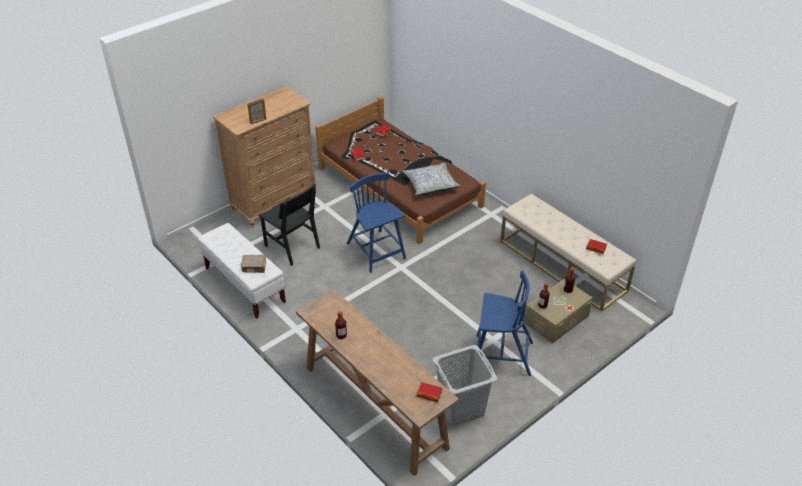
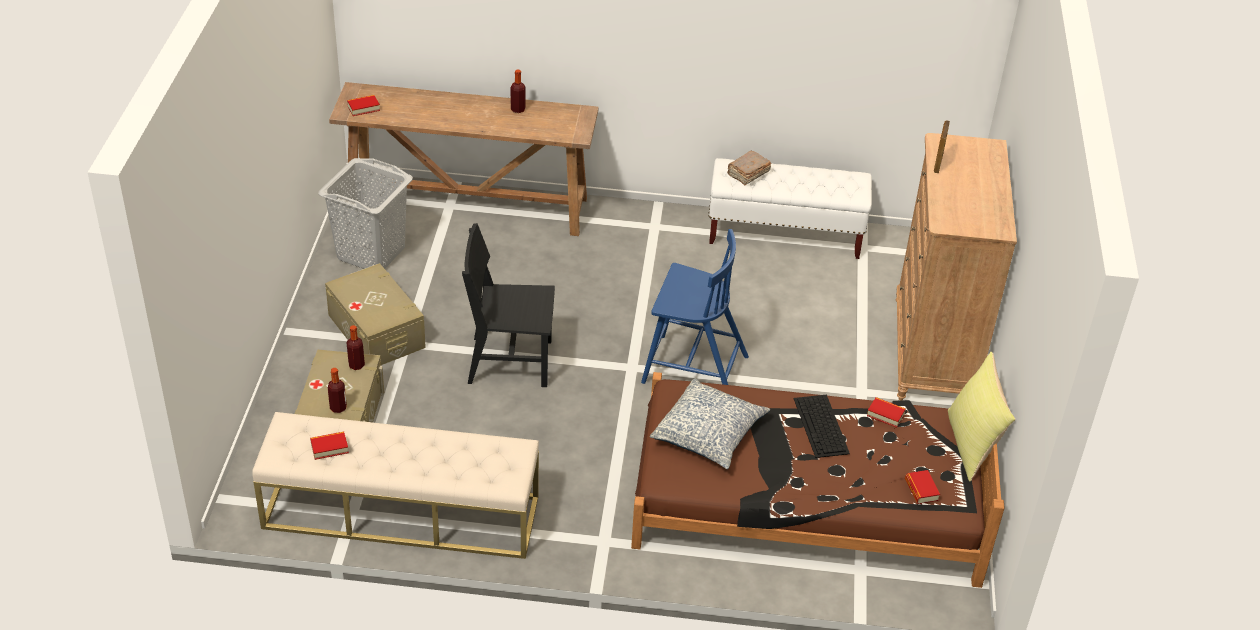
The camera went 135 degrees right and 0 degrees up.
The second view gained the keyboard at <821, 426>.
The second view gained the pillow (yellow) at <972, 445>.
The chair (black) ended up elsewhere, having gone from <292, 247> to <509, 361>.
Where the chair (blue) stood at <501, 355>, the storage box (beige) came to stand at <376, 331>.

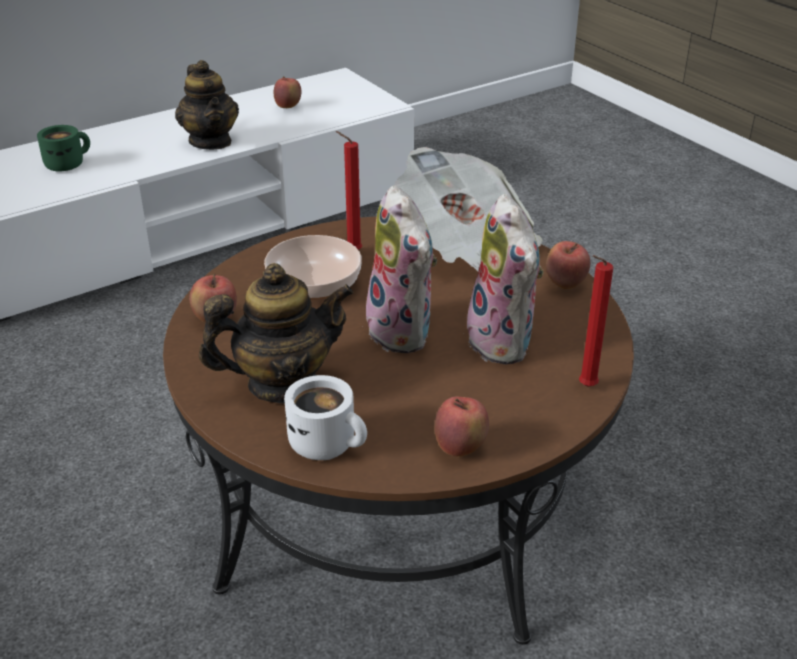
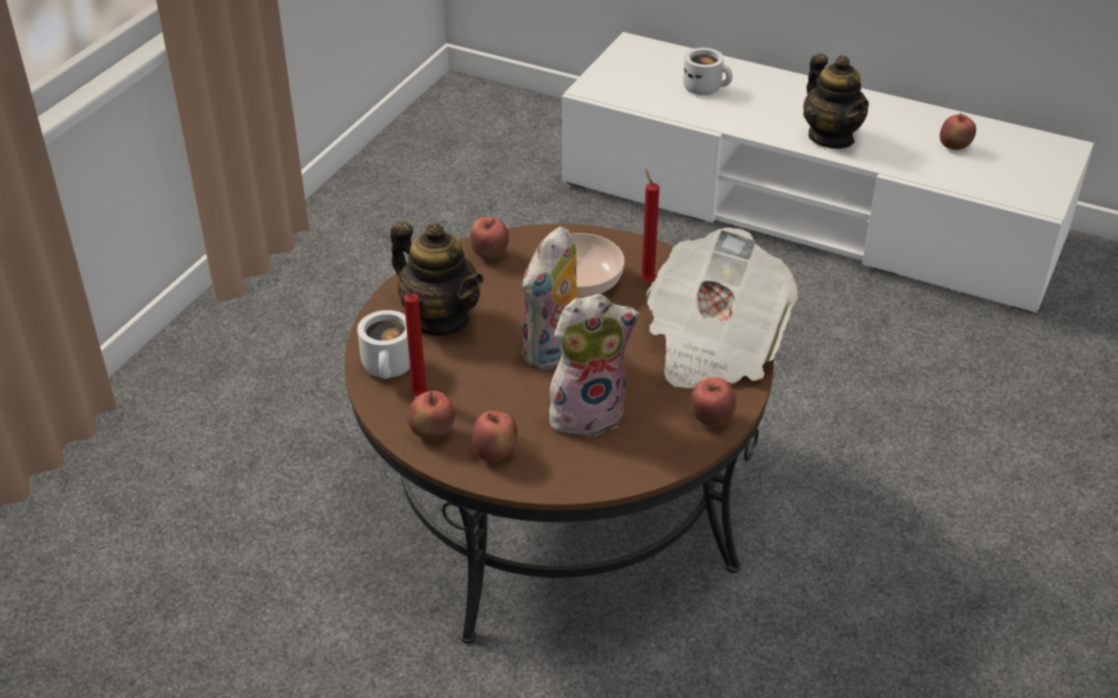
The camera went 60 degrees right and 5 degrees up.
The second view gained the apple at <495, 454>.
The candle (red) ended up elsewhere, having gone from <585, 387> to <417, 394>.
What was the mug (green) at <67, 164> turned into the mug (white) at <706, 88>.
The teapot at <211, 141> ended up facing another way, 60 degrees counterclockwise from before.
The plush toy at <505, 343> ended up facing another way, 150 degrees counterclockwise from before.

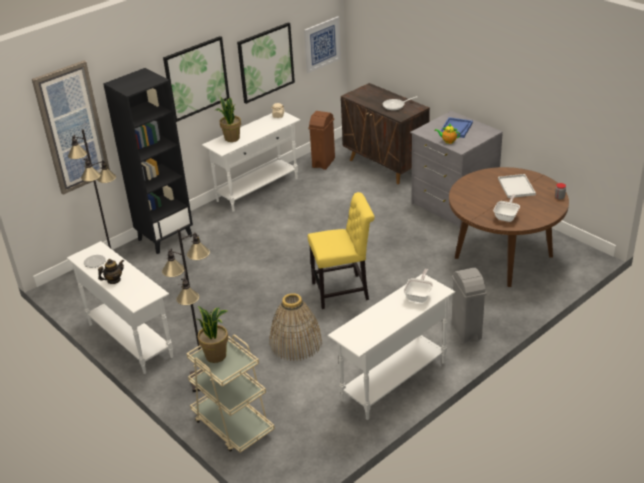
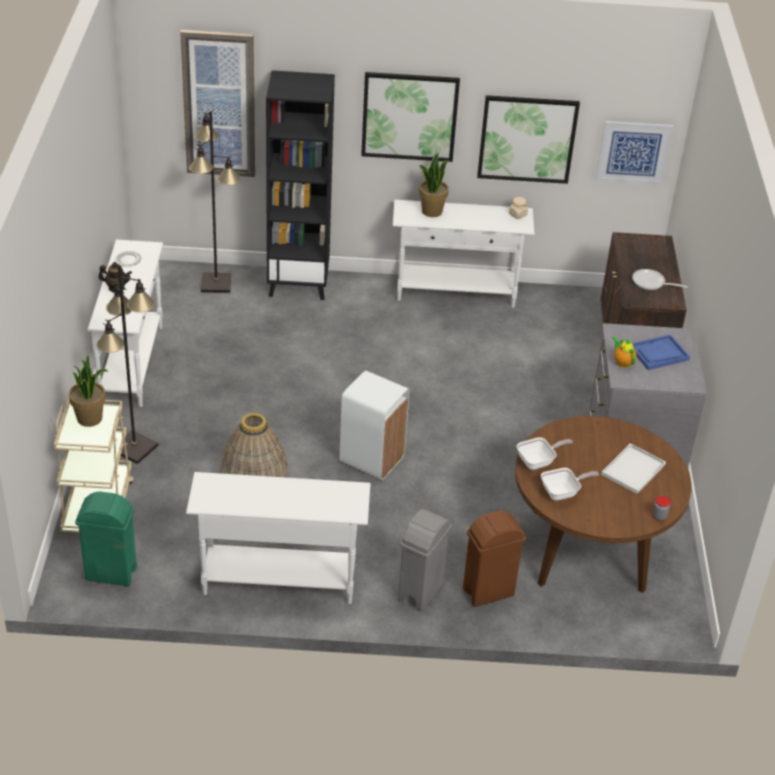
The camera went 40 degrees right and 5 degrees up.
The second view gained the trash can (green) at <111, 574>.
The trash can (brown) ended up elsewhere, having gone from <324, 162> to <489, 592>.
The frying pan ended up elsewhere, having gone from <419, 295> to <538, 462>.
Where the chair (yellow) stood at <343, 291>, the trash can (white) came to stand at <372, 459>.

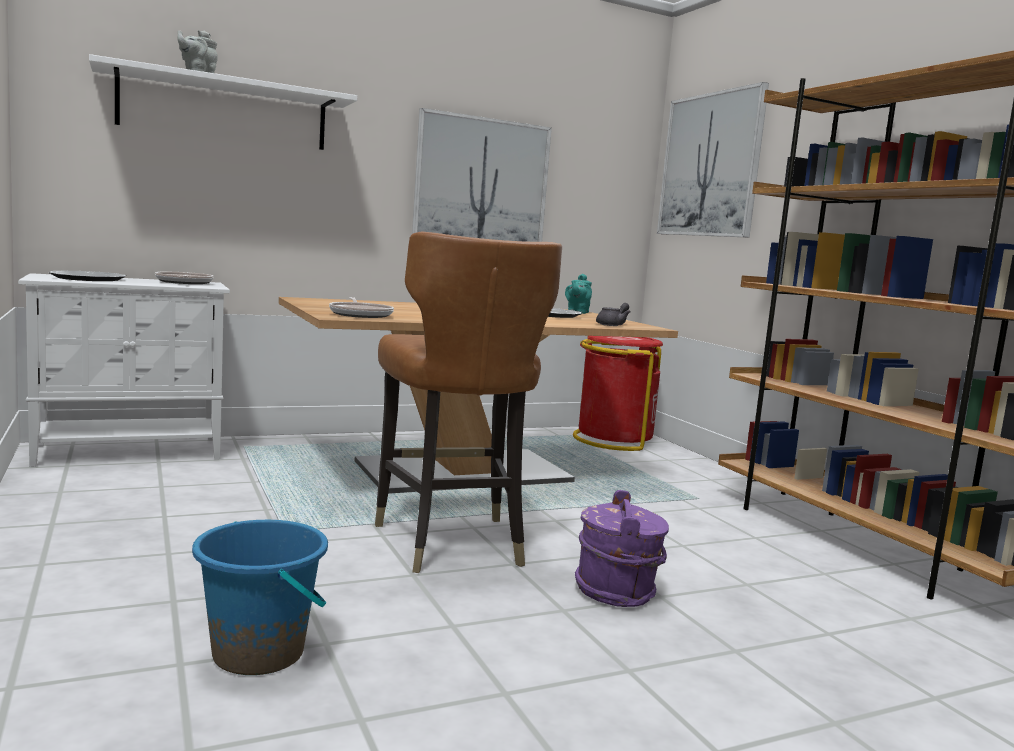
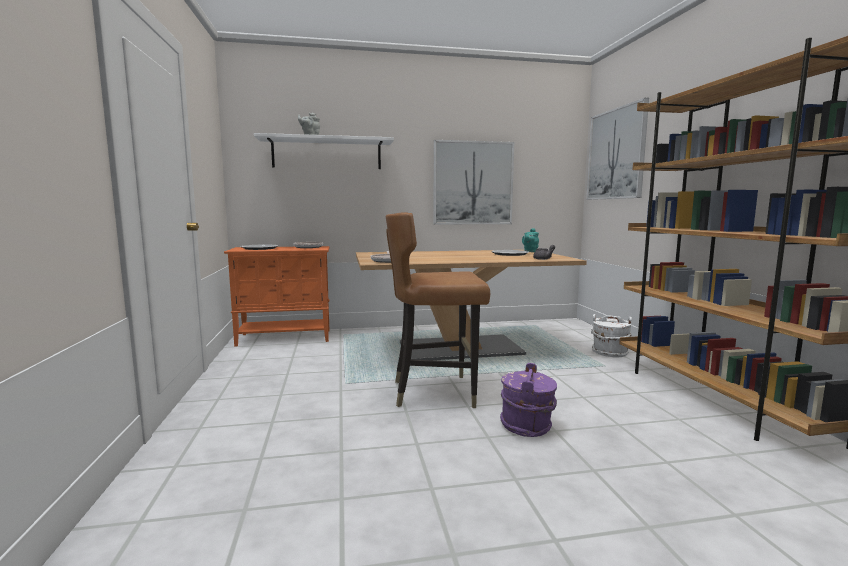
The camera went 15 degrees right and 0 degrees up.
The second view lost the bucket (blue) at <259, 653>.
The second view lost the trash can (red) at <613, 440>.
The second view gained the bucket (white) at <609, 352>.
What was the cabinet (white) at <131, 452> turned into the cabinet (orange) at <285, 338>.
The chair (brown) at <450, 542> ended up facing another way, 90 degrees clockwise from before.

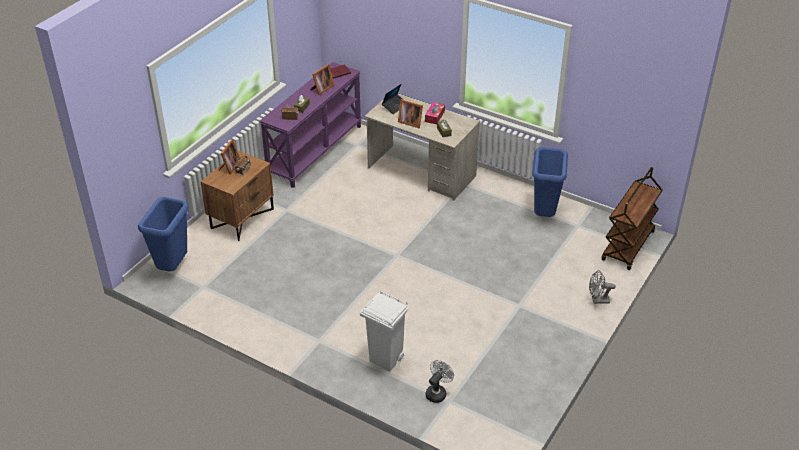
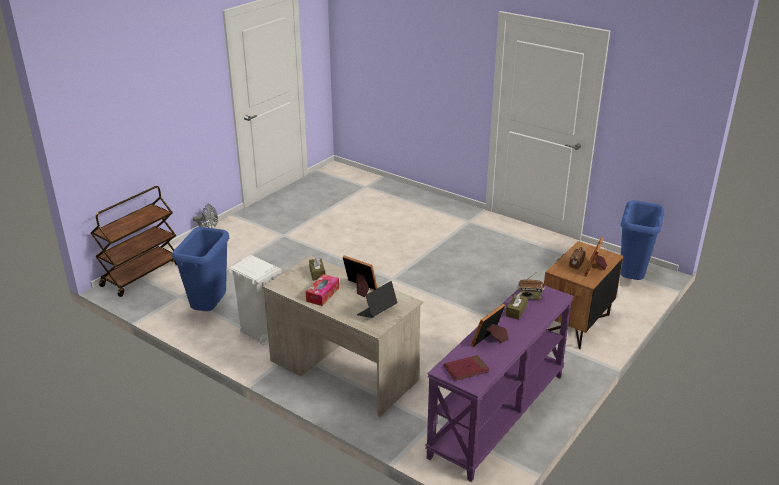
The camera went 175 degrees left and 10 degrees down.
The second view lost the fan (white) at <437, 392>.
The trash can (white) ended up elsewhere, having gone from <386, 360> to <260, 334>.

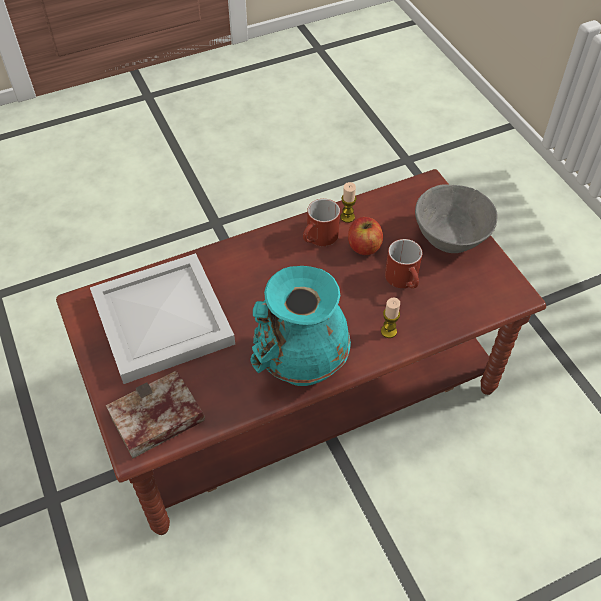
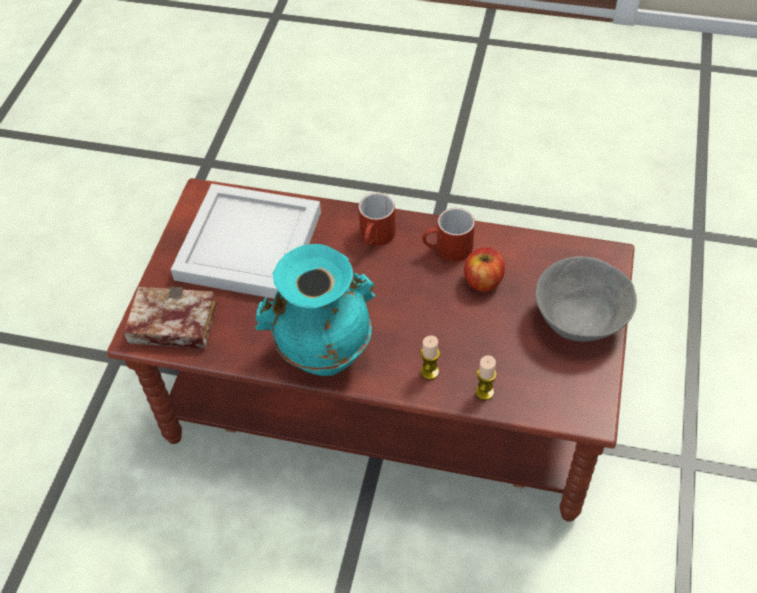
The camera went 40 degrees right and 0 degrees up.
The candle ended up elsewhere, having gone from <347, 217> to <484, 392>.
The mug (red) ended up elsewhere, having gone from <405, 280> to <376, 238>.

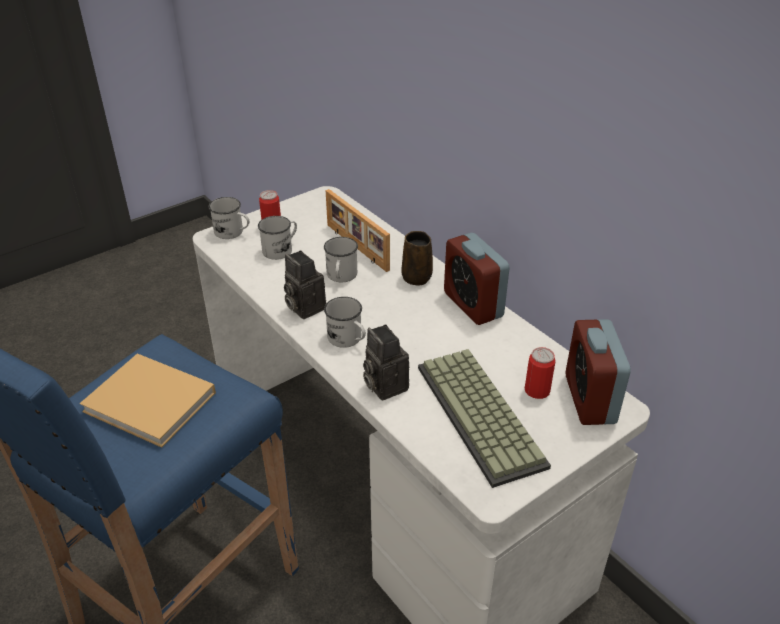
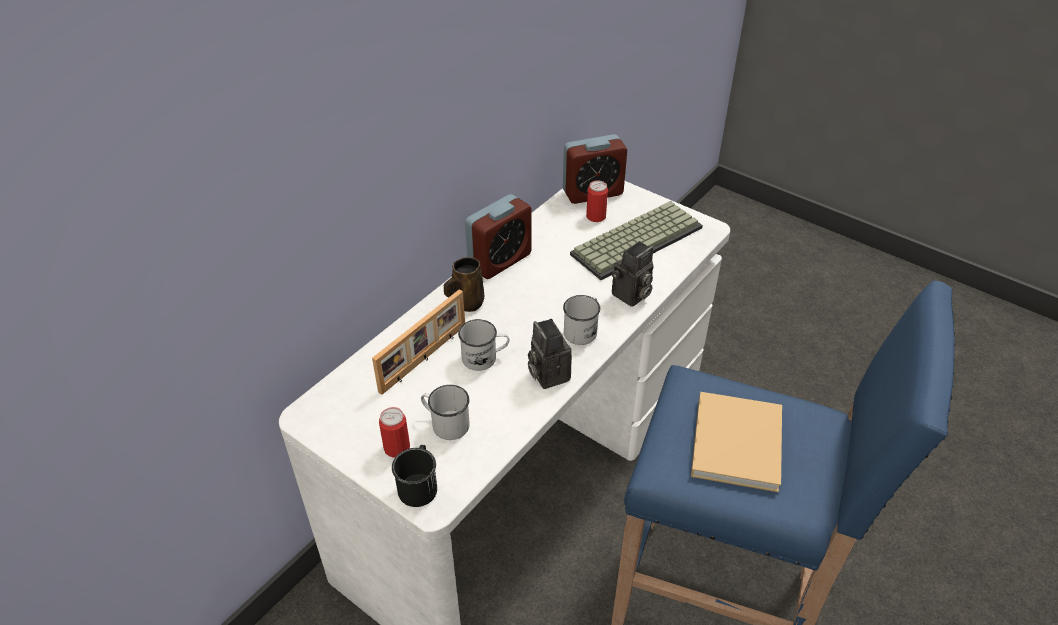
The camera went 105 degrees left and 5 degrees up.
What was the mug (white) at <233, 233> turned into the mug (black) at <419, 485>.
The photo camera at <303, 307> ended up facing another way, 120 degrees clockwise from before.

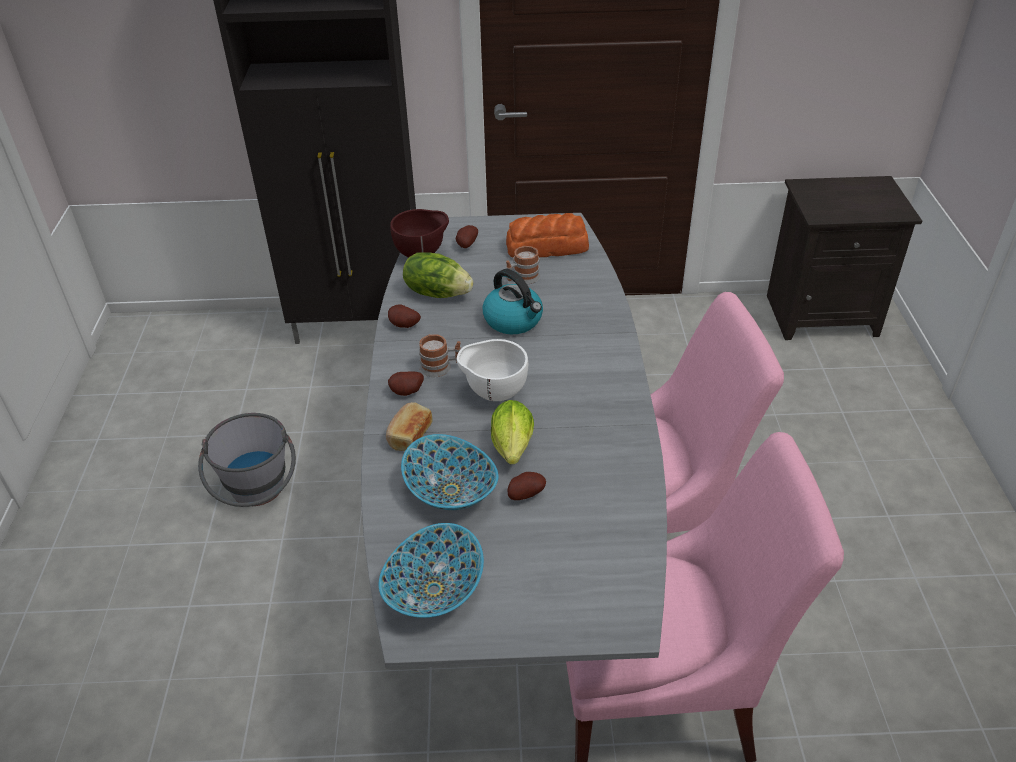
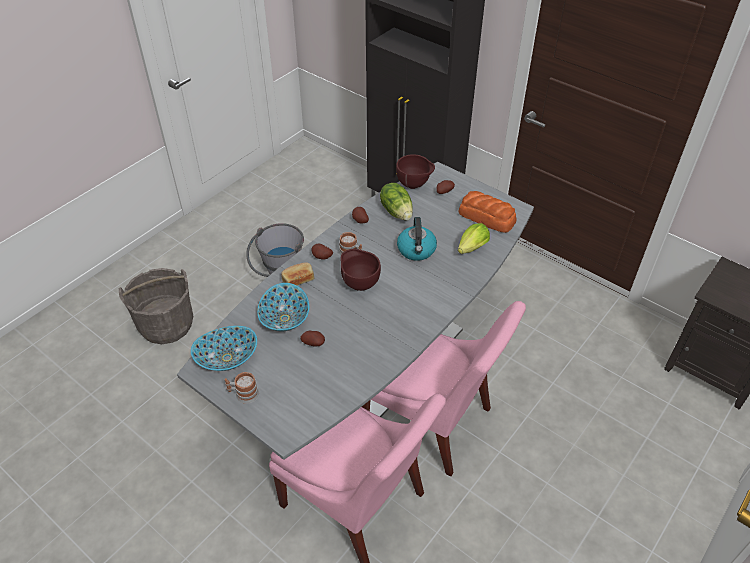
The camera went 40 degrees right and 5 degrees up.
The second view gained the bucket (grey) at <166, 324>.
The lettuce ended up elsewhere, having gone from <512, 450> to <471, 249>.
The mug ended up elsewhere, having gone from <522, 278> to <243, 394>.
What was the bowl (white) at <493, 393> turned into the bowl (brown) at <359, 283>.

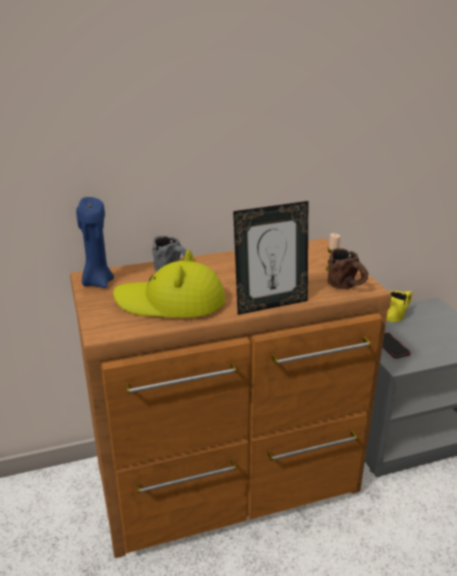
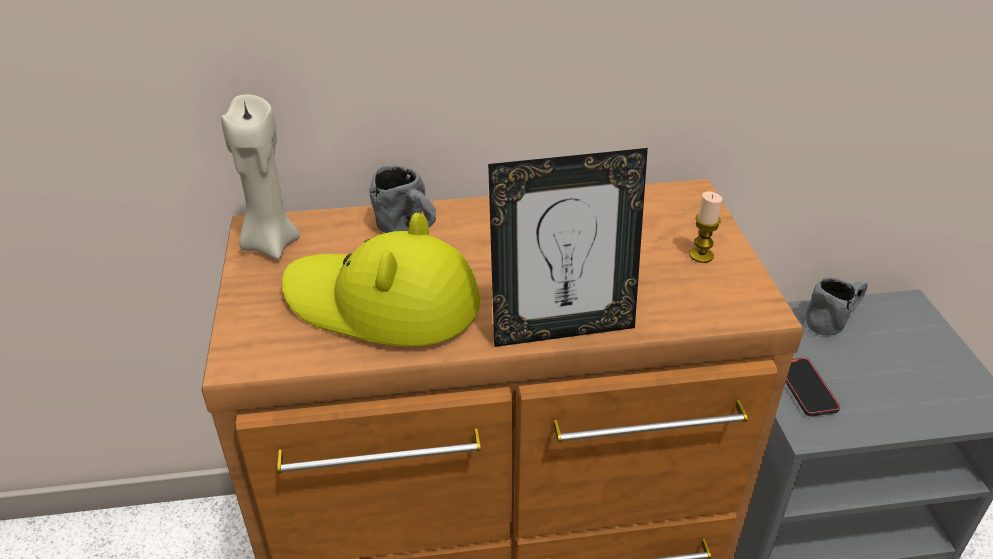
The camera went 10 degrees right and 10 degrees up.
The second view lost the mug (brown) at <347, 287>.
What was the candle (blue) at <97, 282> turned into the candle (beige) at <270, 243>.
What was the mug (yellow) at <397, 315> turned into the mug (grey) at <833, 320>.

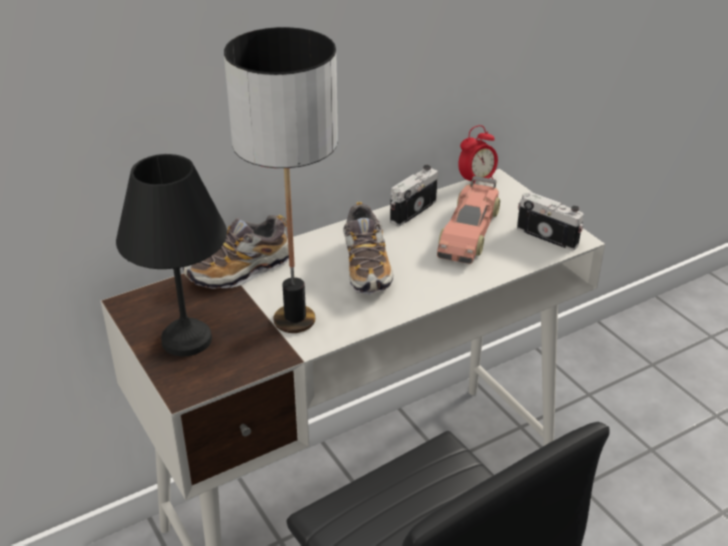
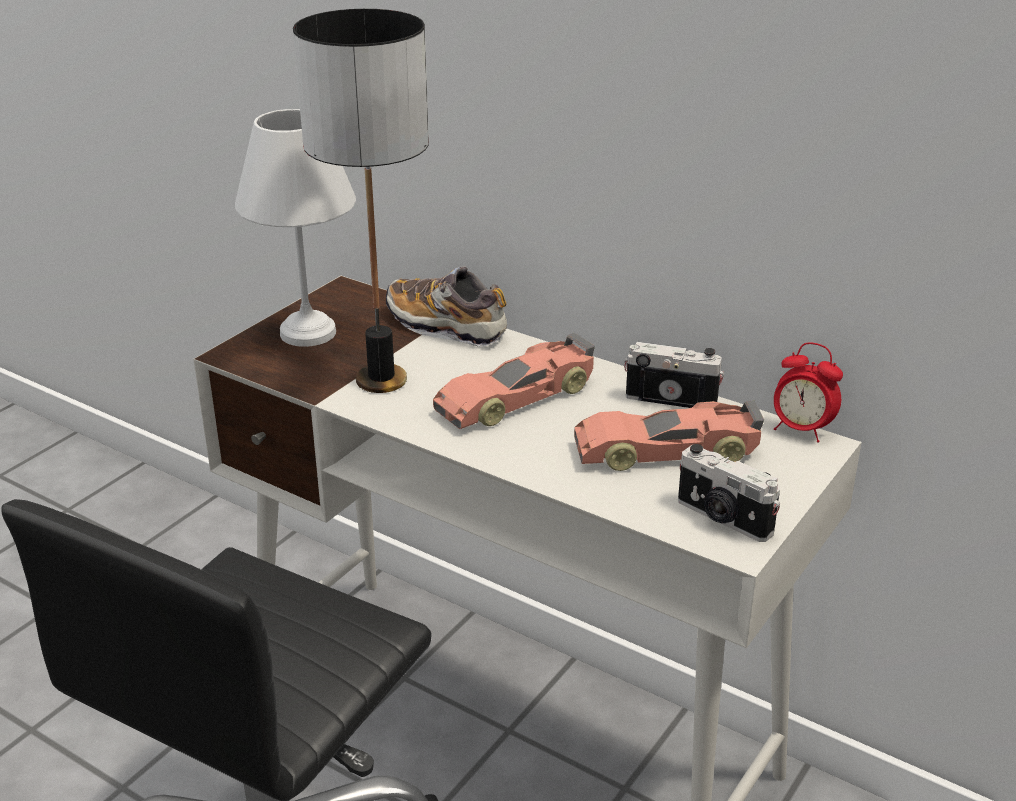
The camera went 65 degrees right and 5 degrees down.
Where the shoe stood at <366, 267>, the toy car came to stand at <517, 398>.
What was the table lamp (black) at <186, 338> turned into the table lamp (white) at <310, 332>.
The photo camera at <548, 235> ended up facing another way, 120 degrees clockwise from before.

